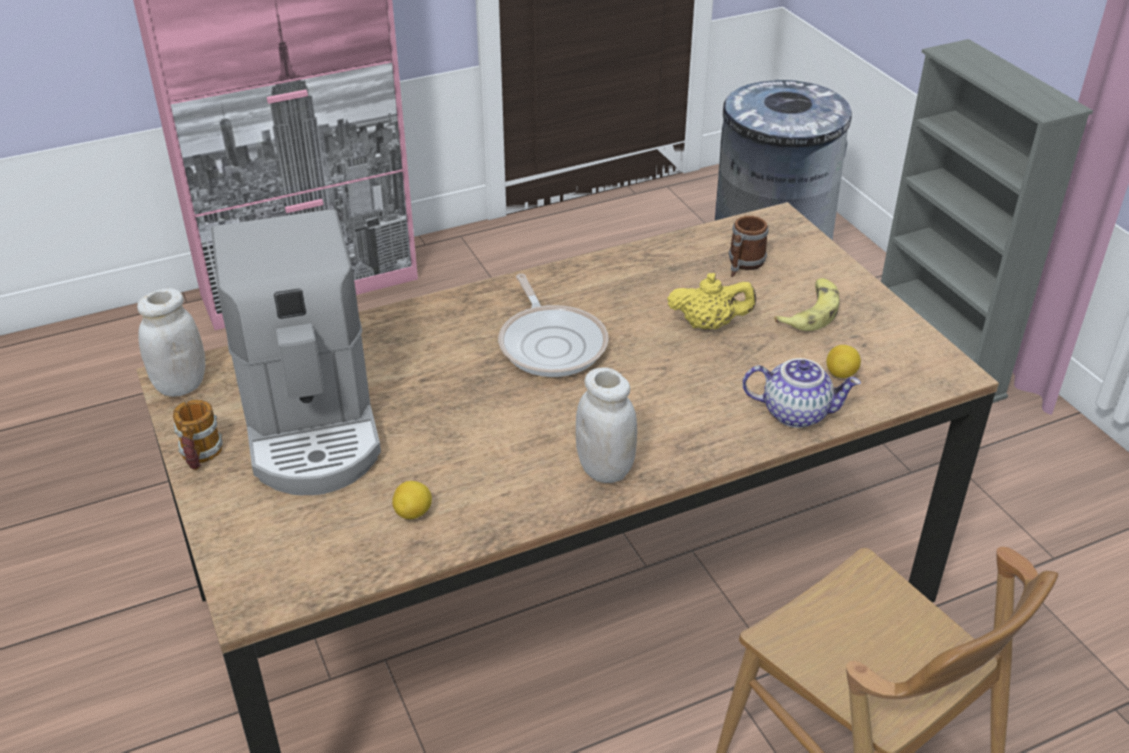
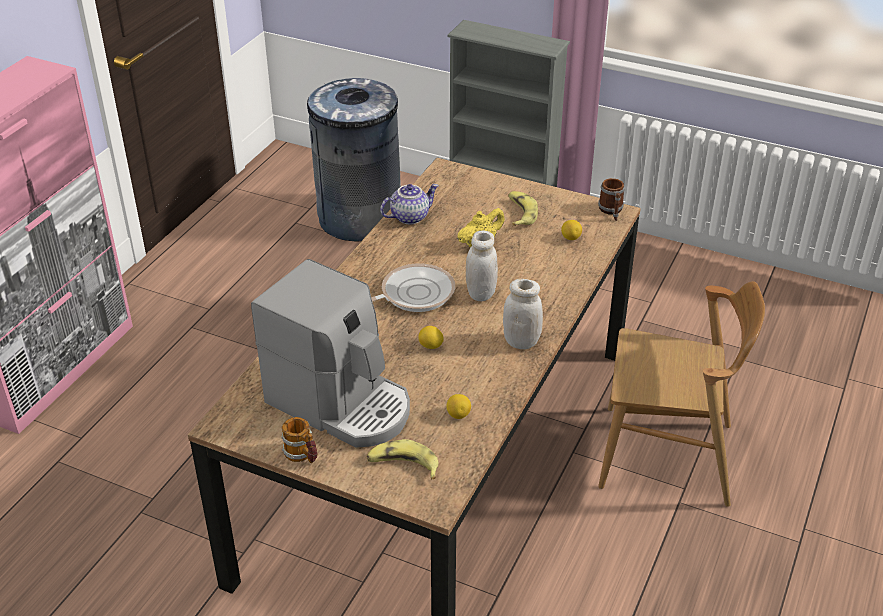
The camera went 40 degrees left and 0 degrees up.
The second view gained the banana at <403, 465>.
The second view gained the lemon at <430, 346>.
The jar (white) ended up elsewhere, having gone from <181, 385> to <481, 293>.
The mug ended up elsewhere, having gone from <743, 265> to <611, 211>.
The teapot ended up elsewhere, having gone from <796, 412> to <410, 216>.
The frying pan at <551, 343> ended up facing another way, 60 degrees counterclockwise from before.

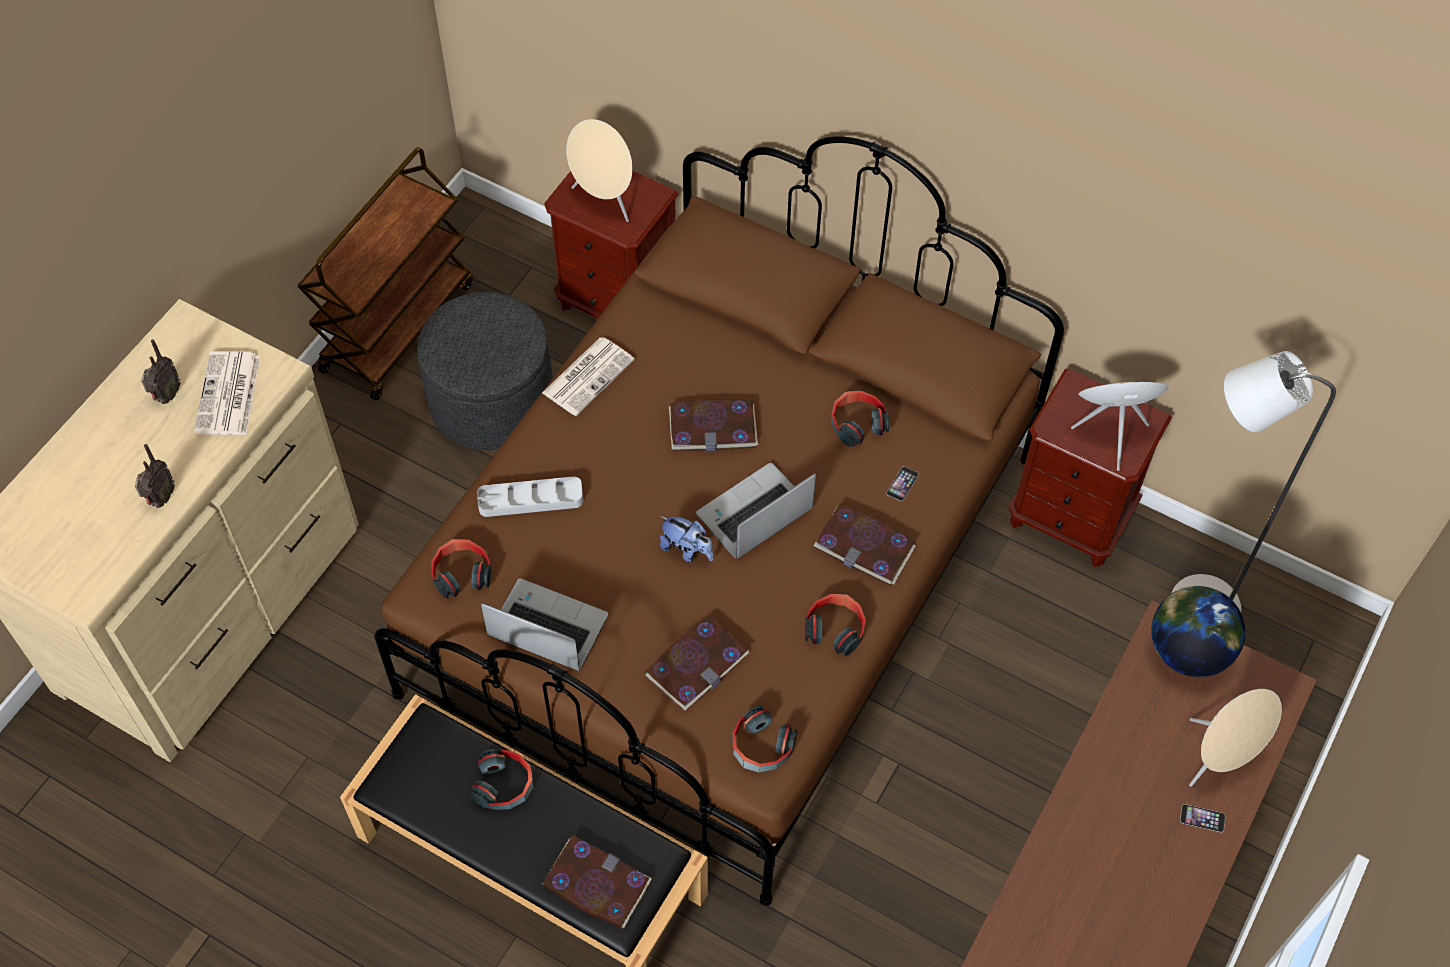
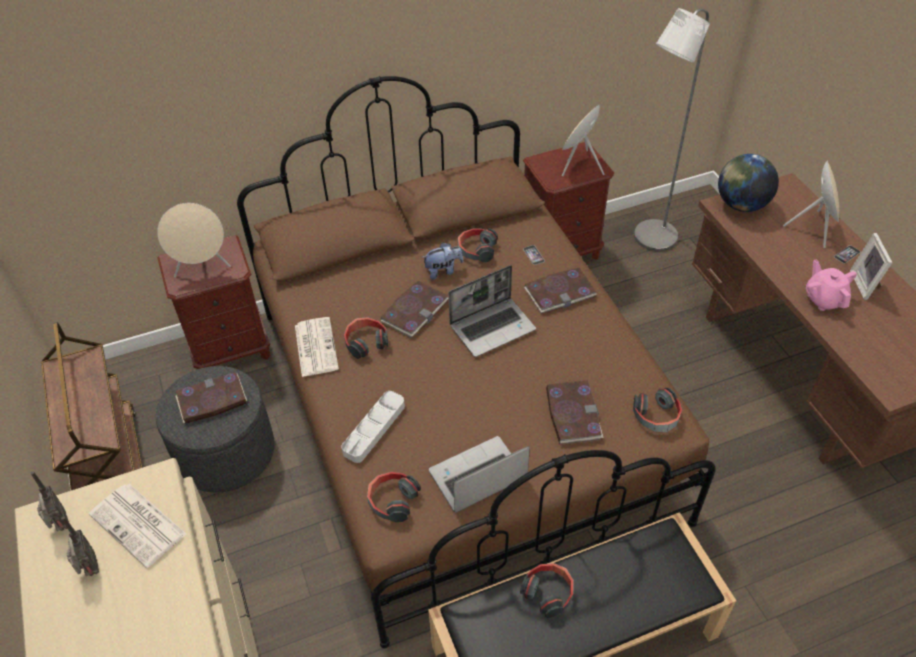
The camera went 50 degrees left and 10 degrees down.
The second view gained the teapot (pink) at <824, 299>.
The second view gained the picture frame at <866, 284>.
The radio ended up elsewhere, having gone from <160, 499> to <61, 525>.
The book ended up elsewhere, having gone from <596, 884> to <212, 400>.
The plush toy ended up elsewhere, having gone from <687, 550> to <443, 271>.
The headphones ended up elsewhere, having gone from <835, 628> to <366, 342>.
The laptop at <754, 514> ended up facing another way, 120 degrees counterclockwise from before.

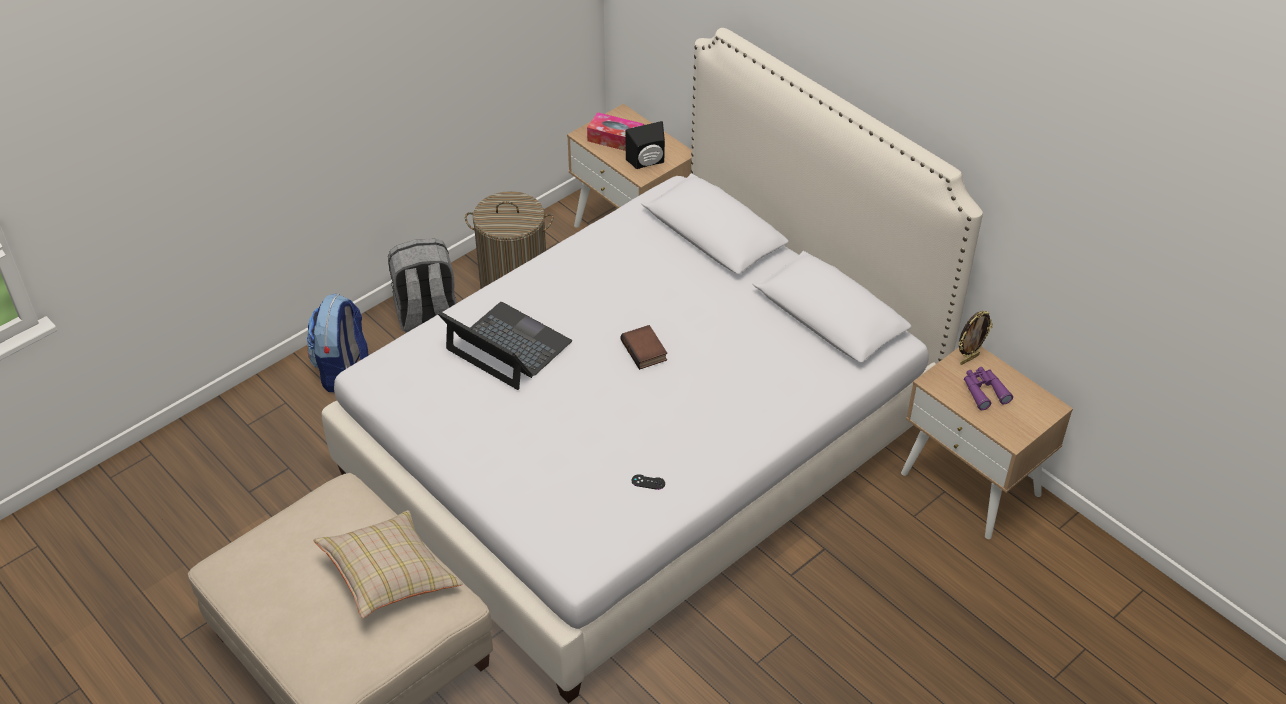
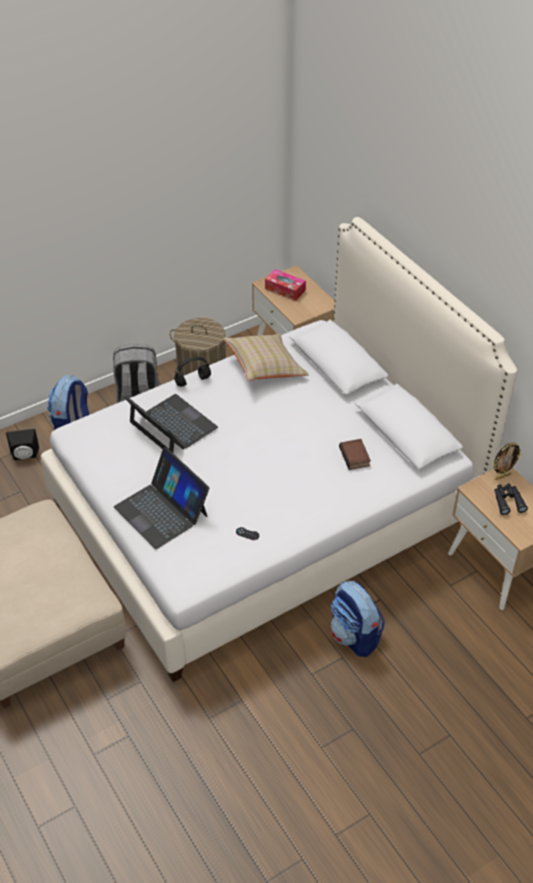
The camera went 10 degrees right and 0 degrees up.
The second view gained the laptop at <162, 511>.
The second view gained the headphones (black) at <193, 380>.
The second view gained the backpack at <354, 636>.
The pillow (beige) ended up elsewhere, having gone from <389, 576> to <264, 367>.
The book ended up elsewhere, having gone from <645, 351> to <355, 457>.
The speaker (black) ended up elsewhere, having gone from <648, 163> to <25, 456>.
What was the binoculars (purple) at <984, 391> turned into the binoculars (black) at <508, 501>.

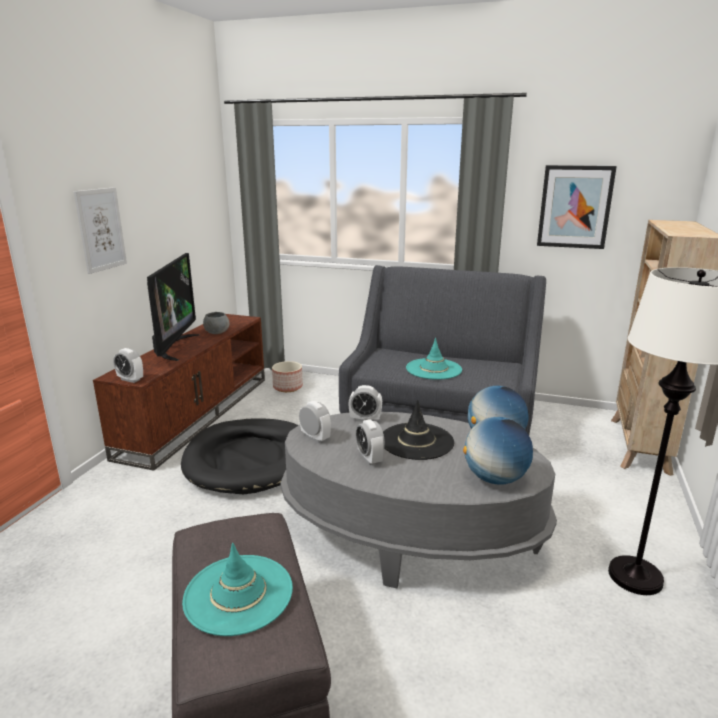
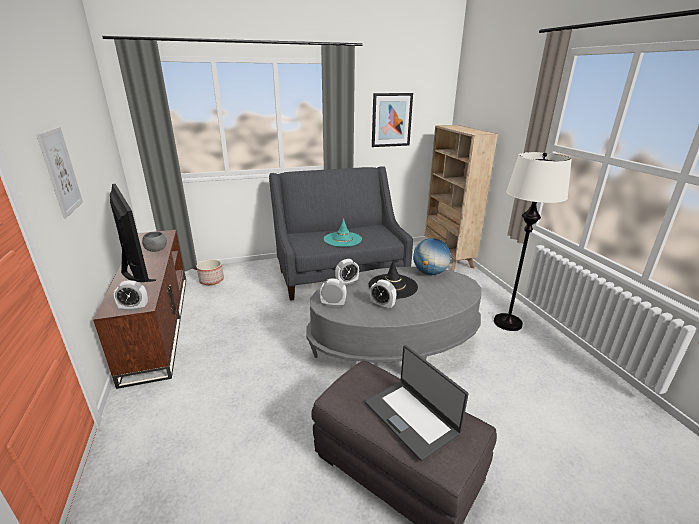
The camera went 35 degrees left and 5 degrees up.
The second view lost the dog bed (black) at <249, 459>.
The second view lost the globe at <495, 479>.
Where the hat (turquoise) stood at <238, 594>, the laptop came to stand at <411, 417>.

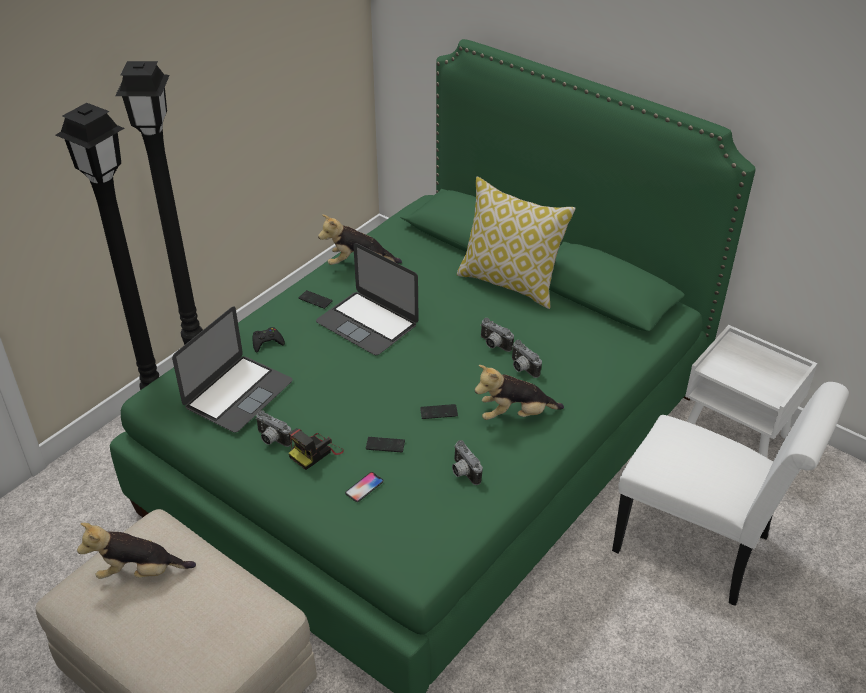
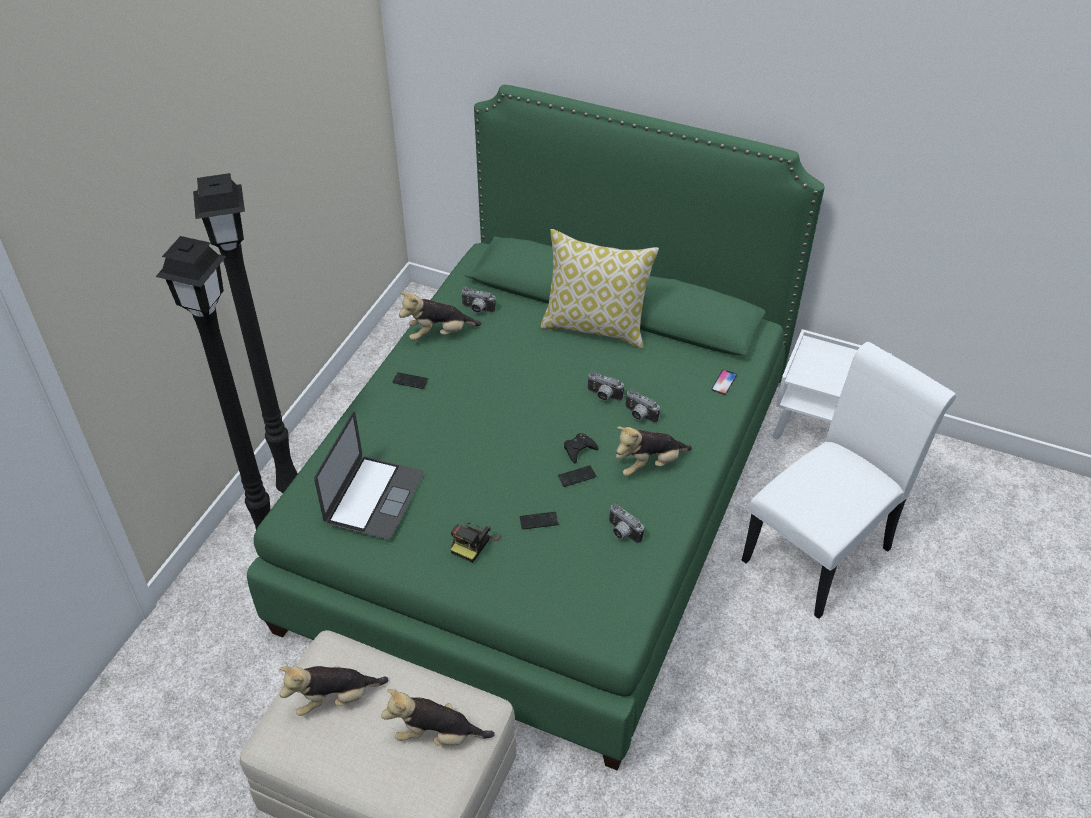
The camera went 15 degrees left and 5 degrees up.
The second view lost the laptop at <367, 323>.
The second view gained the plush toy at <437, 735>.
The game controller (black) ended up elsewhere, having gone from <267, 342> to <579, 450>.
The photo camera ended up elsewhere, having gone from <271, 439> to <477, 309>.
The phone ended up elsewhere, having gone from <364, 487> to <724, 382>.
The chair (white) at <702, 548> ended up facing another way, 60 degrees counterclockwise from before.

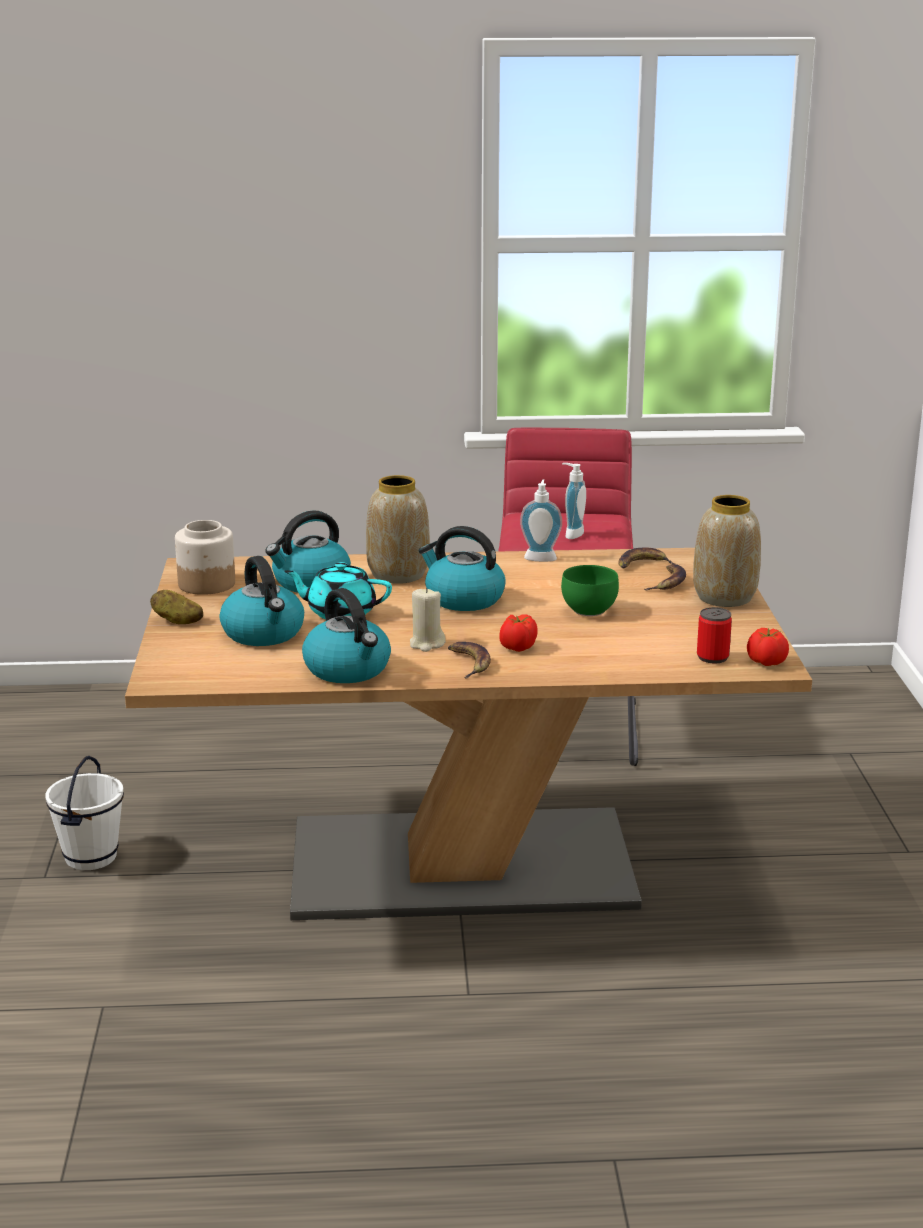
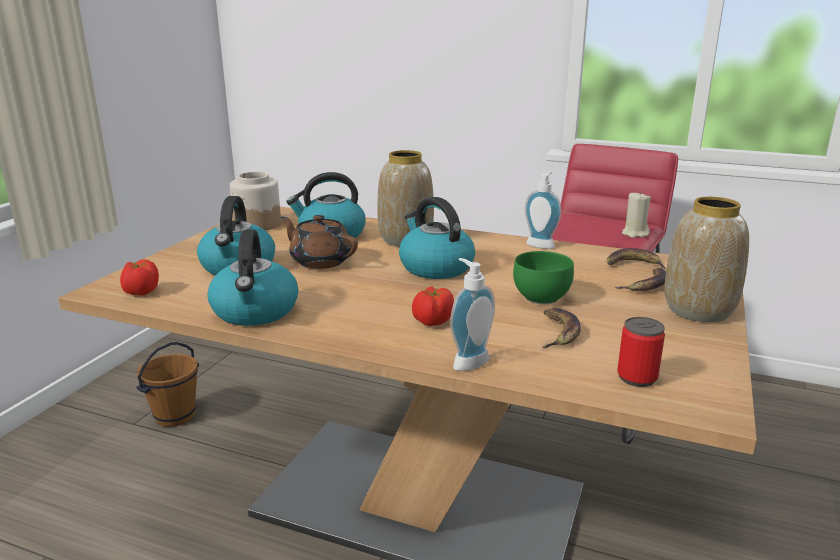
The camera went 25 degrees right and 0 degrees up.
The second view lost the potato at <177, 621>.
The candle (beige) ended up elsewhere, having gone from <427, 644> to <634, 234>.
The banana ended up elsewhere, having gone from <469, 663> to <558, 332>.
The soap dispenser ended up elsewhere, having gone from <571, 534> to <468, 361>.
The tomato ended up elsewhere, having gone from <766, 662> to <141, 292>.
What was the bucket (white) at <90, 857> turned into the bucket (brown) at <174, 416>.
What was the teapot (turquoise) at <340, 613> turned into the teapot (brown) at <320, 261>.

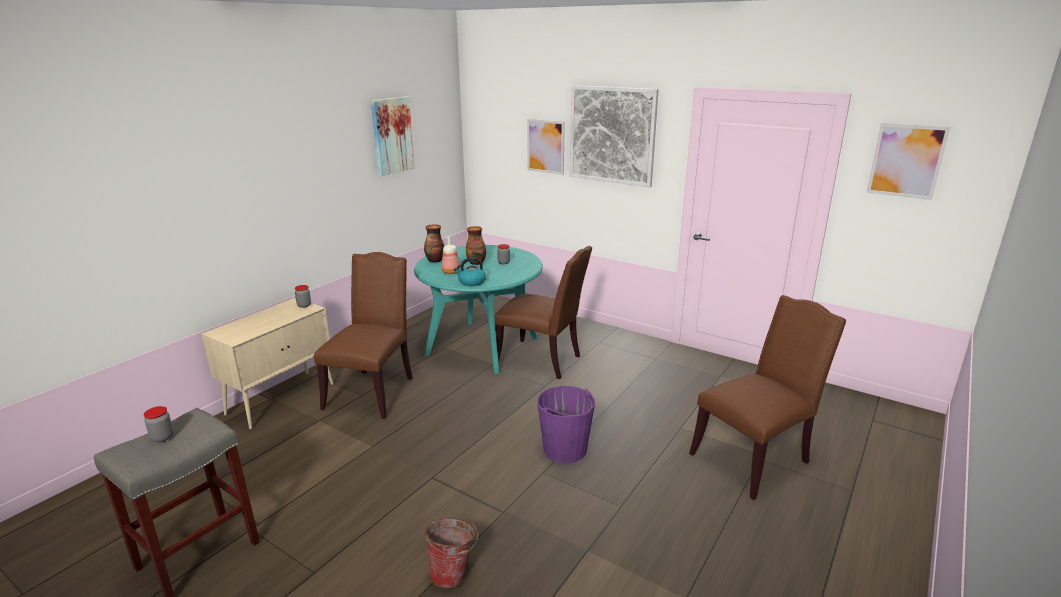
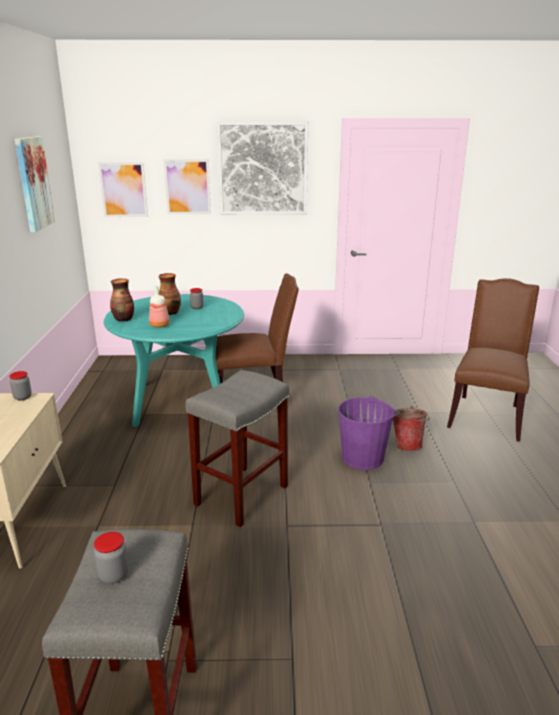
The camera went 35 degrees left and 0 degrees up.
The second view lost the chair (brown) at <373, 391>.
The second view lost the kettle at <471, 282>.
The second view gained the stool (grey) at <242, 494>.
The bucket ended up elsewhere, having gone from <453, 573> to <407, 445>.
The picture ended up elsewhere, having gone from <906, 161> to <123, 190>.

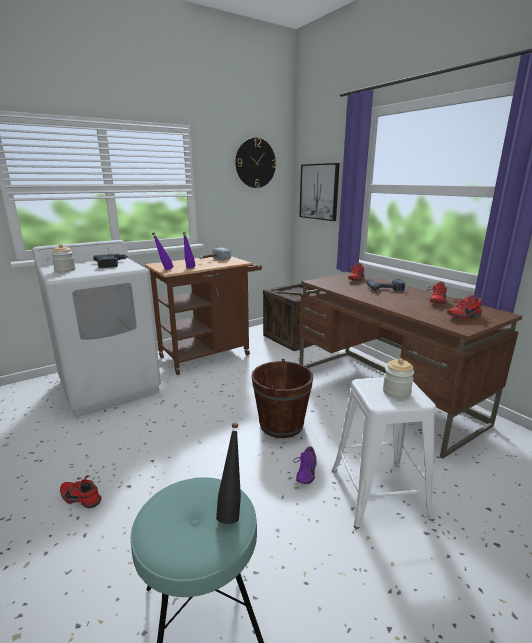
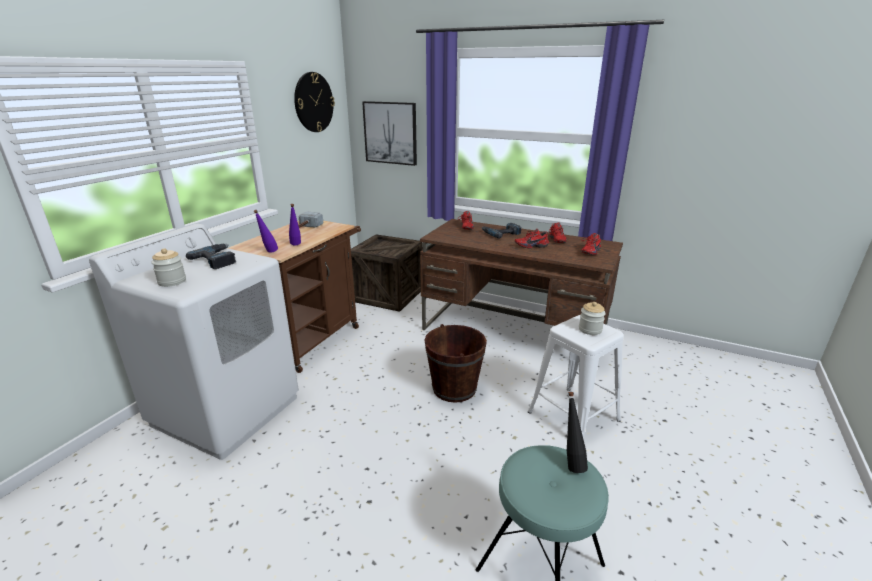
The camera went 30 degrees left and 5 degrees up.
The second view lost the shoe (purple) at <304, 473>.
The shoe (red) ended up elsewhere, having gone from <82, 497> to <531, 246>.

